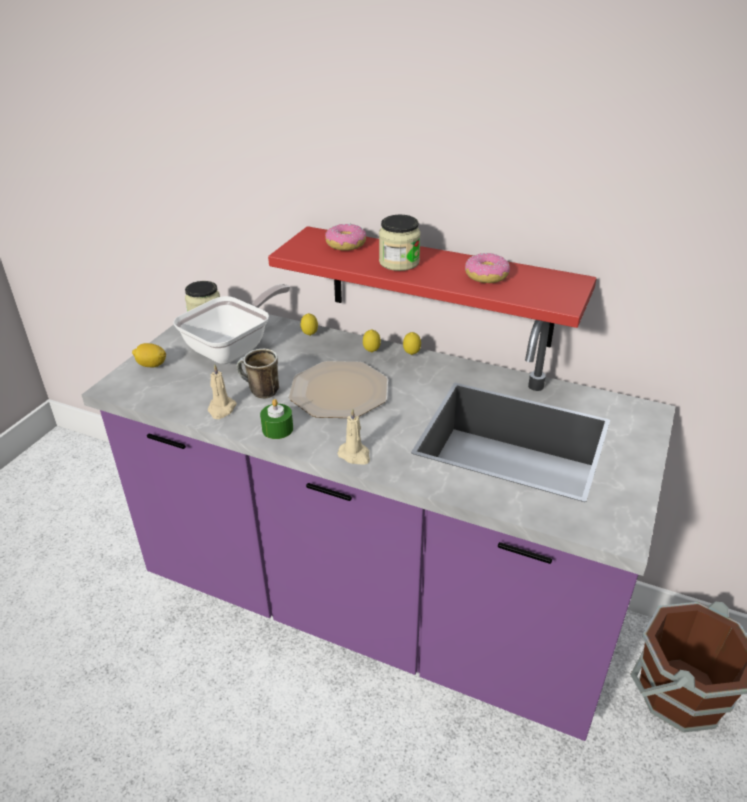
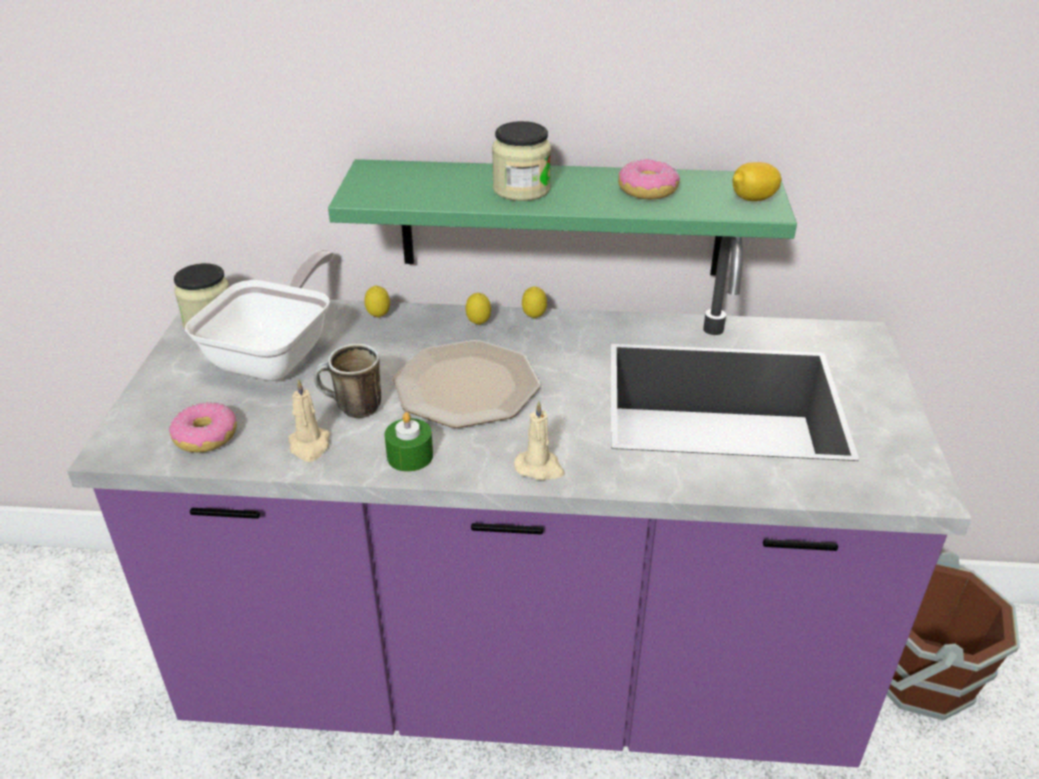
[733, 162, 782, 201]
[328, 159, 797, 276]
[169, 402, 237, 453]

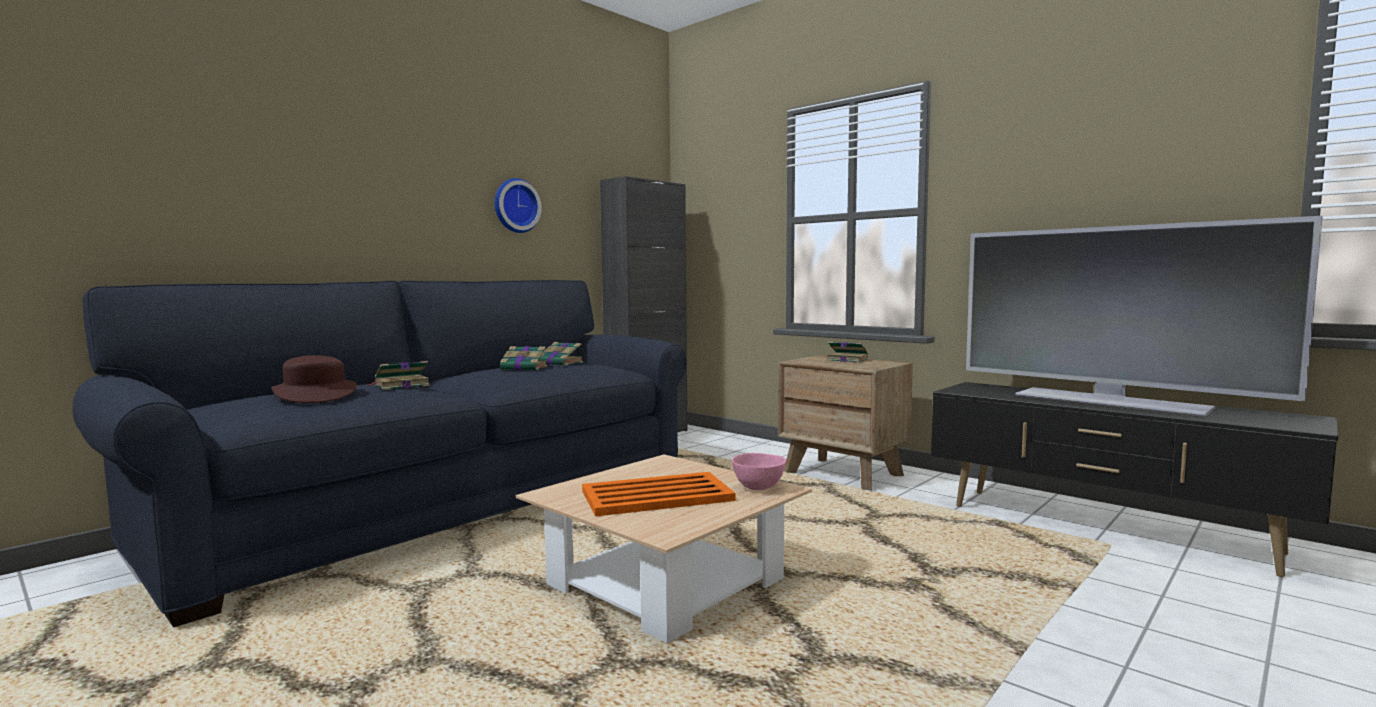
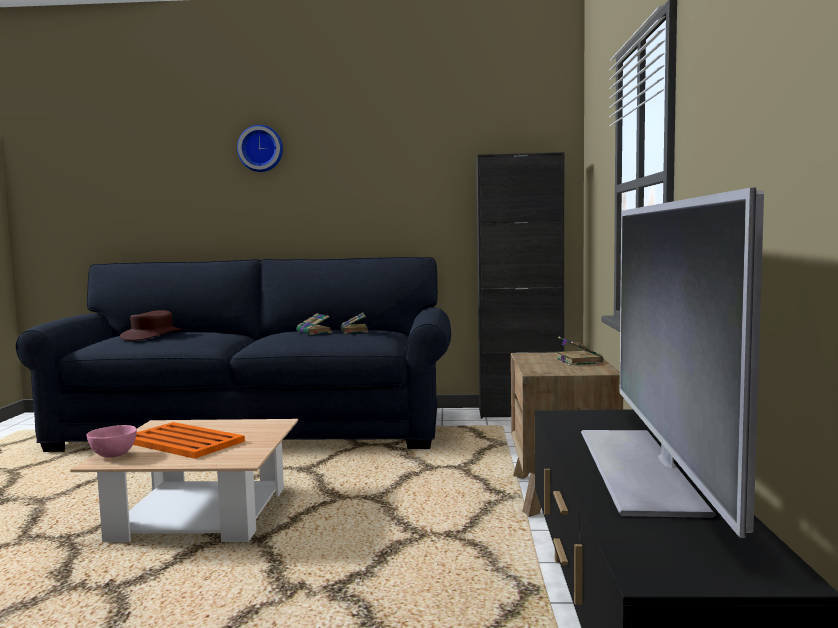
[367, 361, 430, 390] (first image)
[237, 125, 283, 172]
[87, 425, 137, 458]

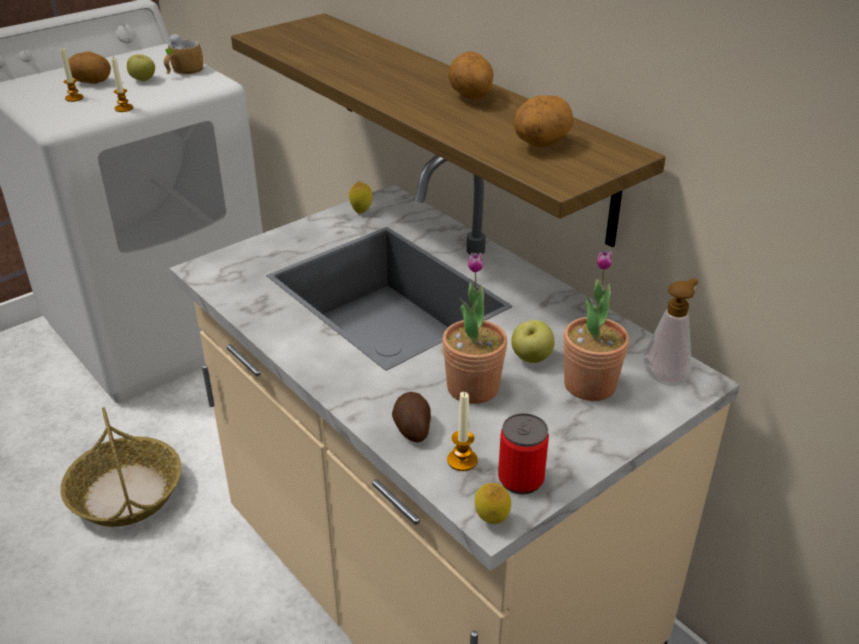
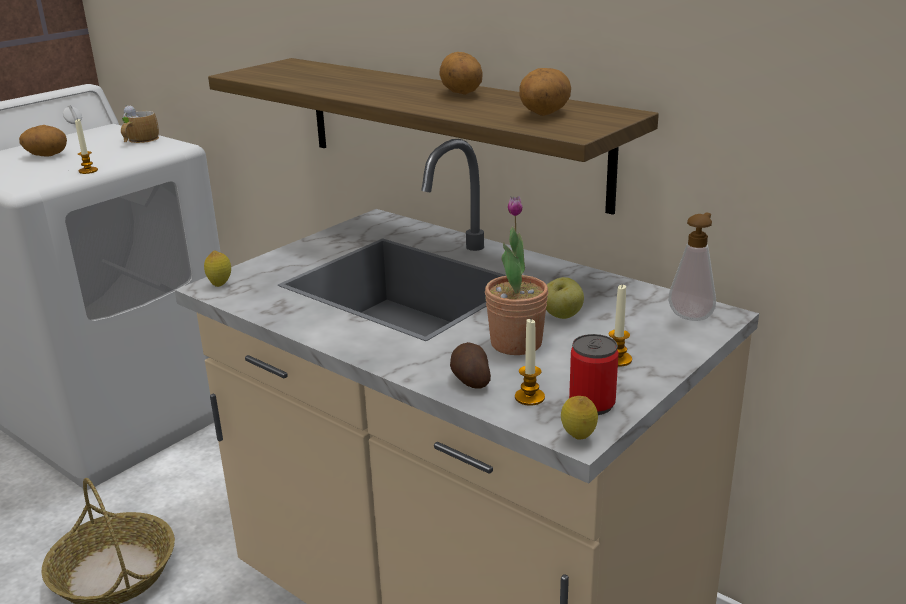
[609, 284, 632, 367]
[127, 54, 155, 81] (first image)
[204, 251, 231, 287]
[563, 249, 629, 401] (first image)

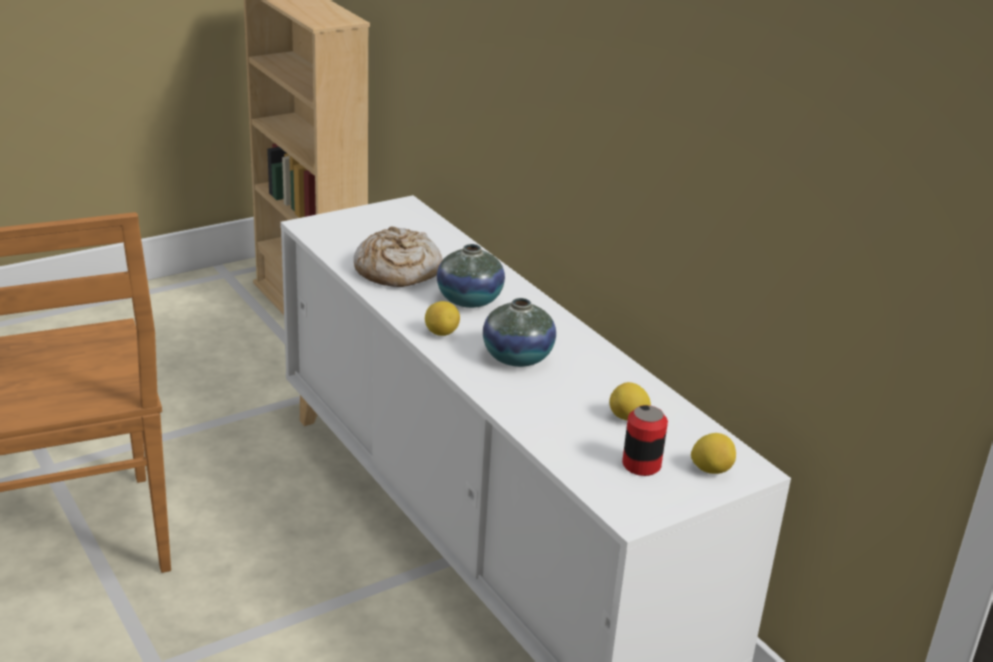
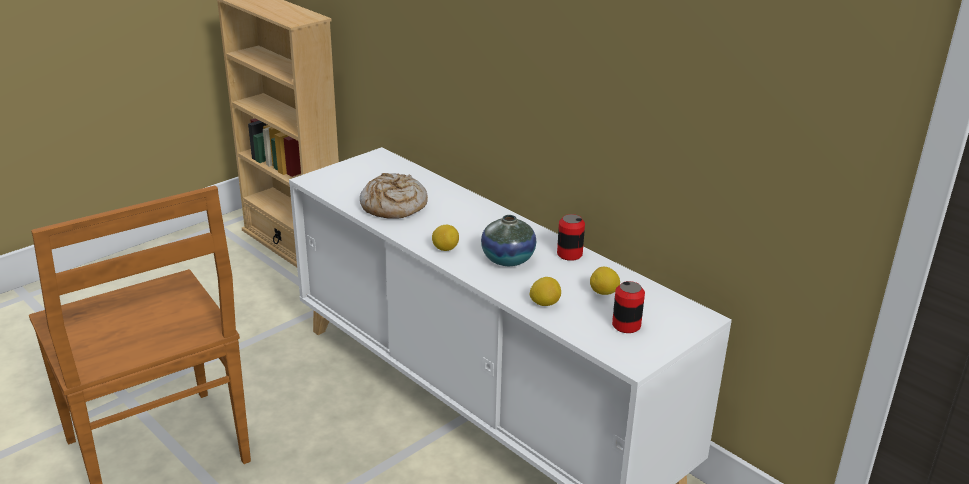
[437, 244, 505, 308] (first image)
[529, 277, 561, 306]
[557, 214, 585, 261]

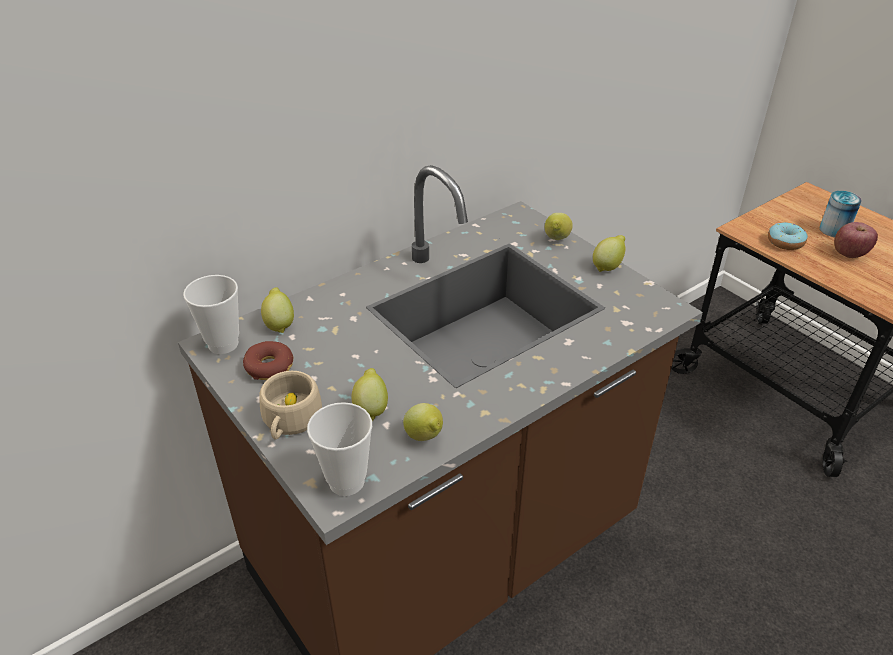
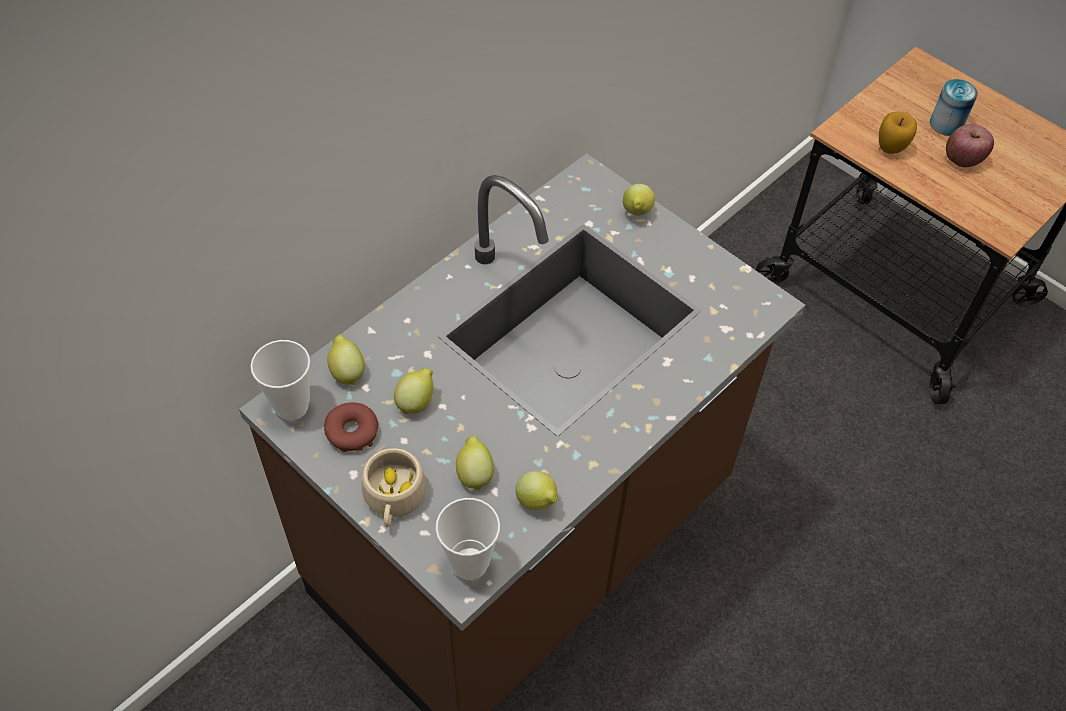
[394, 368, 434, 415]
[879, 112, 917, 154]

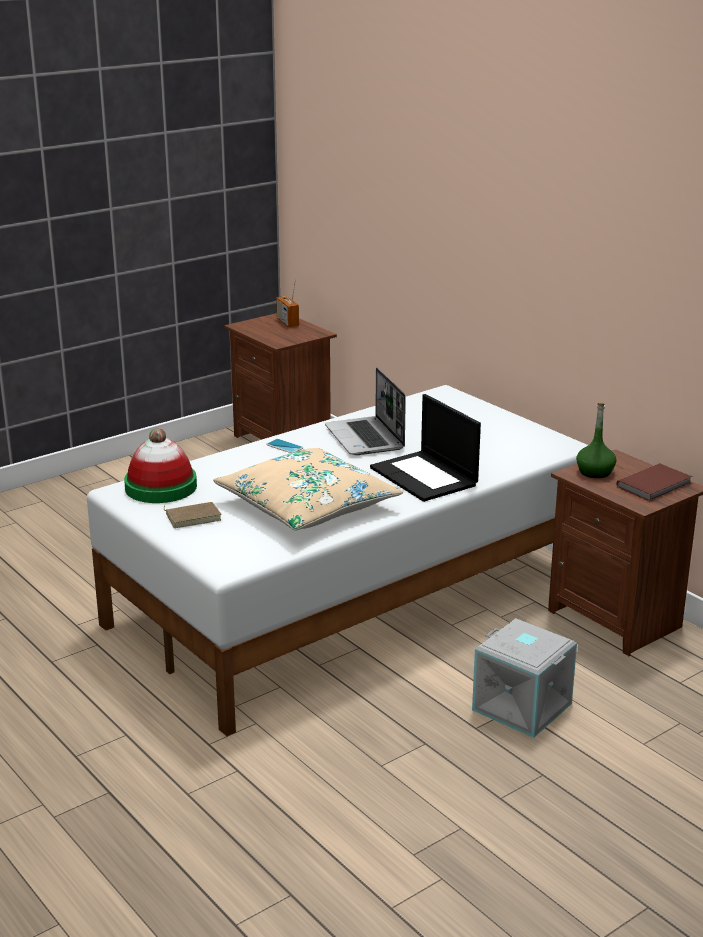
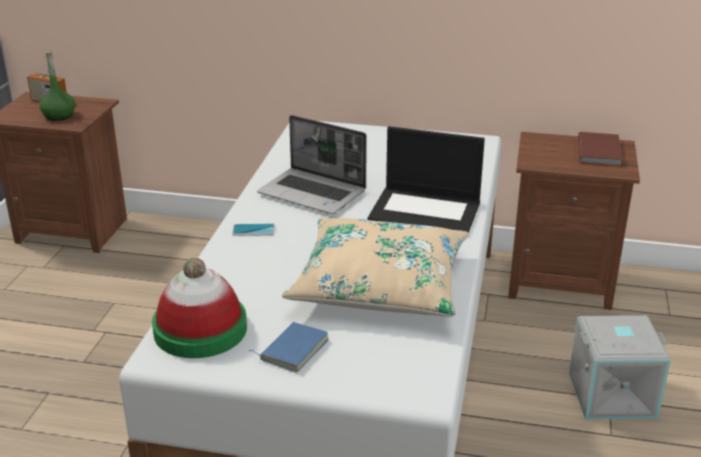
[249, 322, 329, 373]
[39, 52, 75, 121]

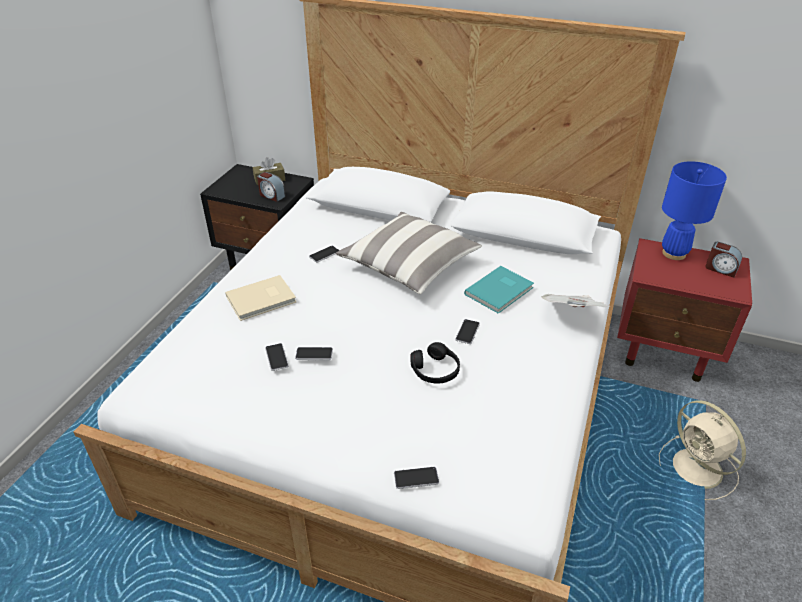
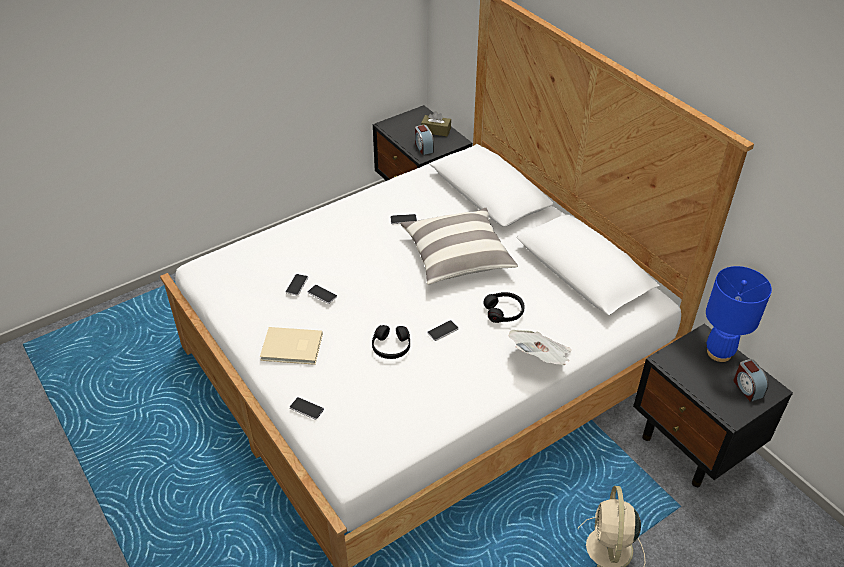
[260, 327, 323, 365]
[483, 292, 525, 323]
[633, 324, 793, 487]

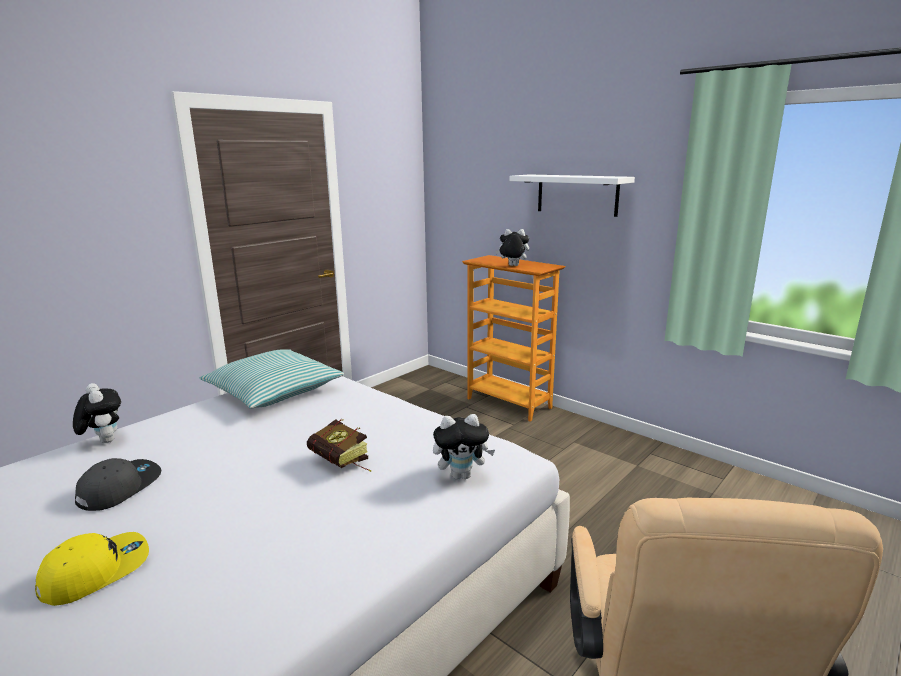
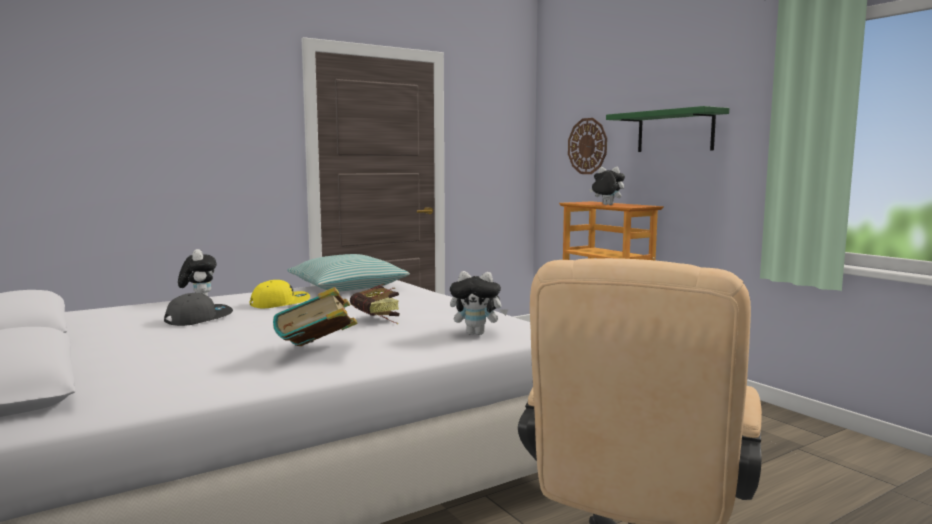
[250, 280, 310, 308]
[606, 106, 729, 152]
[273, 287, 357, 346]
[568, 118, 607, 174]

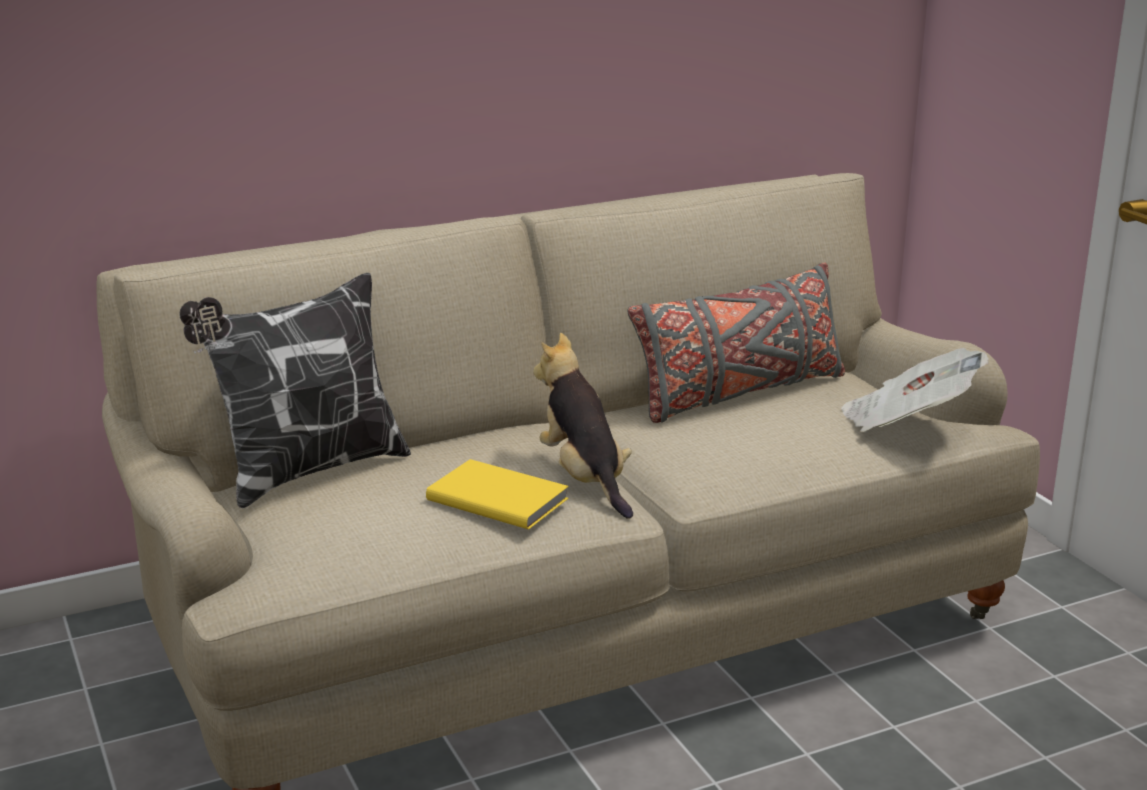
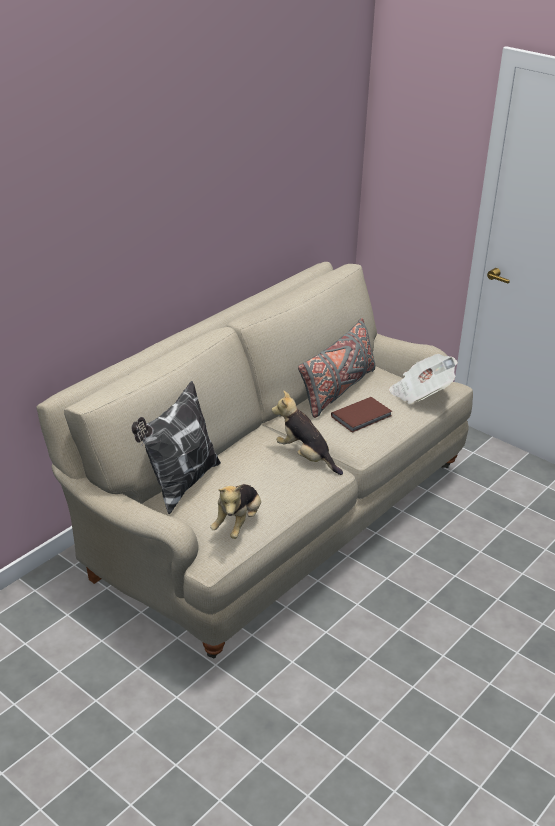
[426, 459, 569, 529] (first image)
[210, 484, 261, 539]
[331, 397, 392, 433]

